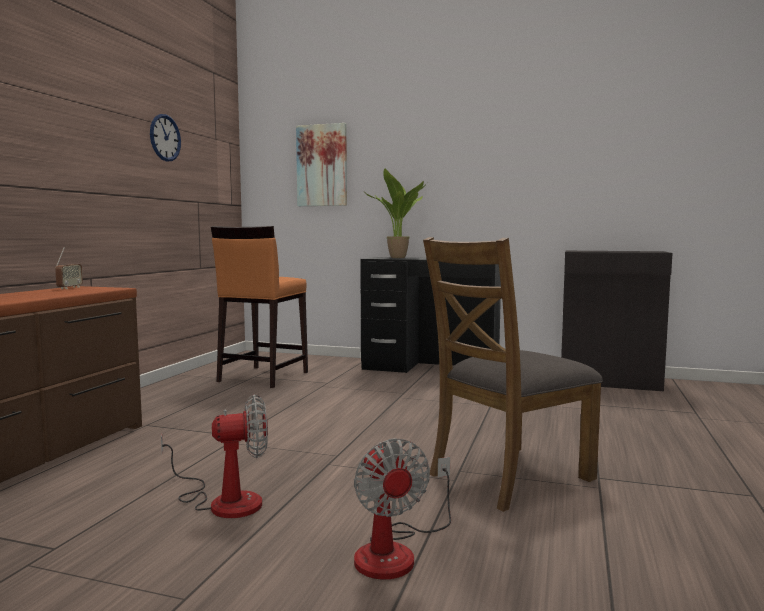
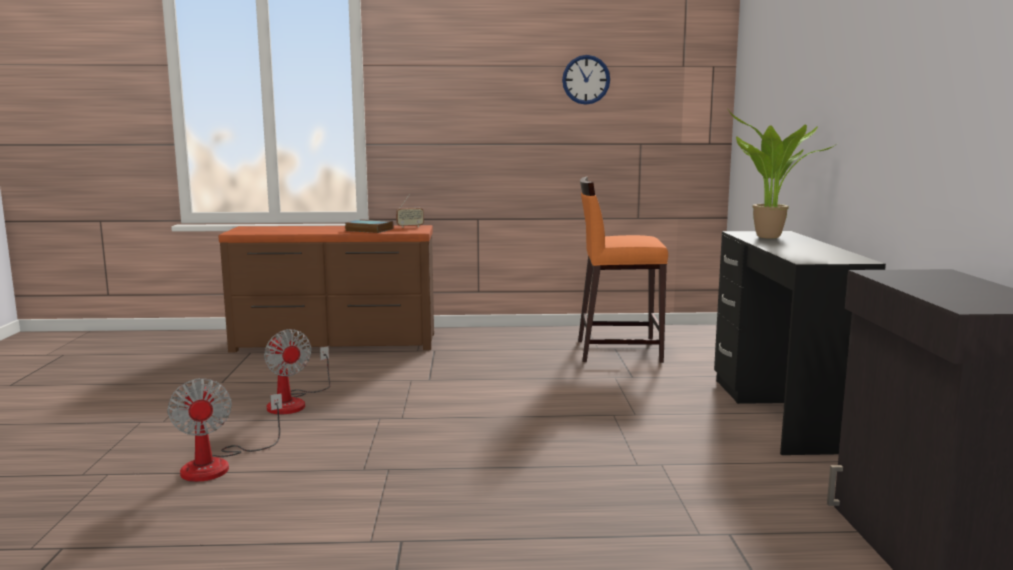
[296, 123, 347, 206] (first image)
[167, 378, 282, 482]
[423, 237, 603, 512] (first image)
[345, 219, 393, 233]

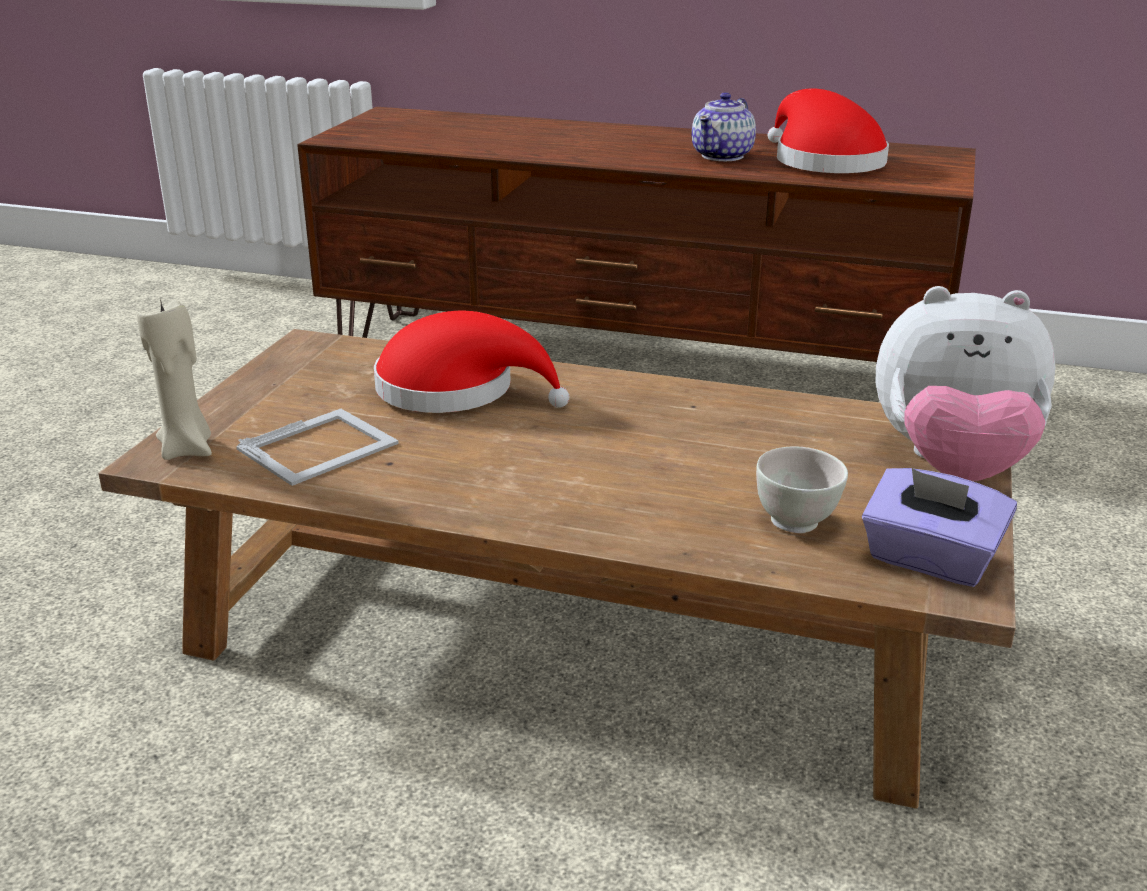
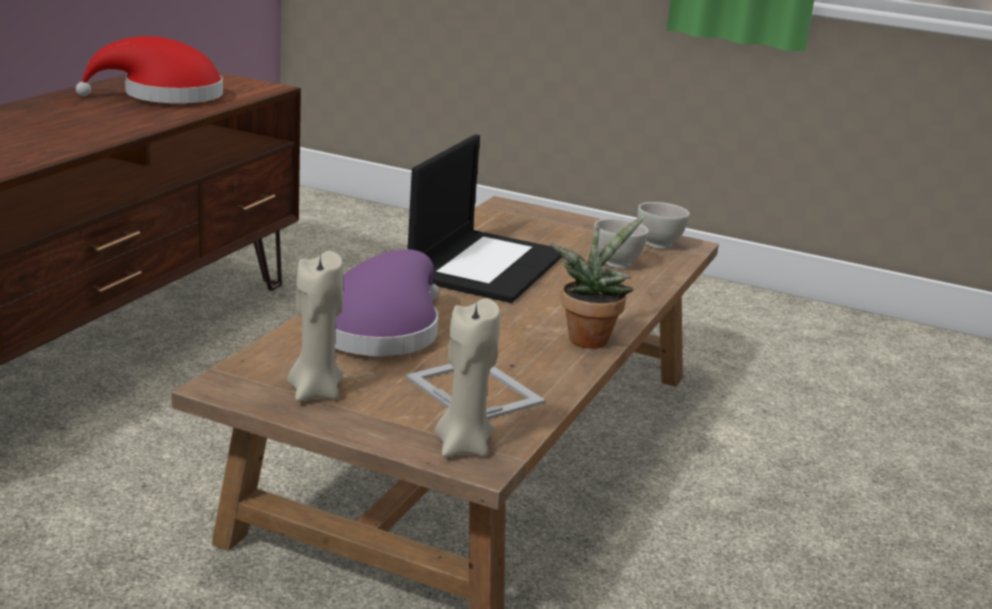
[335, 249, 439, 356]
[692, 92, 756, 161] (first image)
[638, 202, 690, 249]
[875, 286, 1056, 481] (first image)
[288, 251, 343, 401]
[408, 134, 562, 303]
[550, 216, 645, 349]

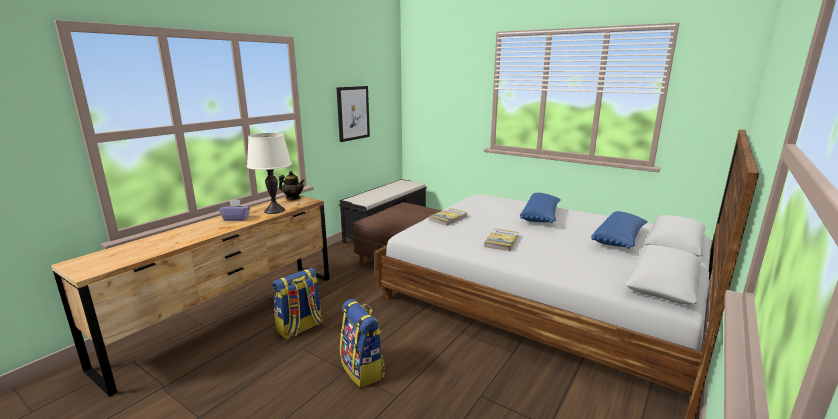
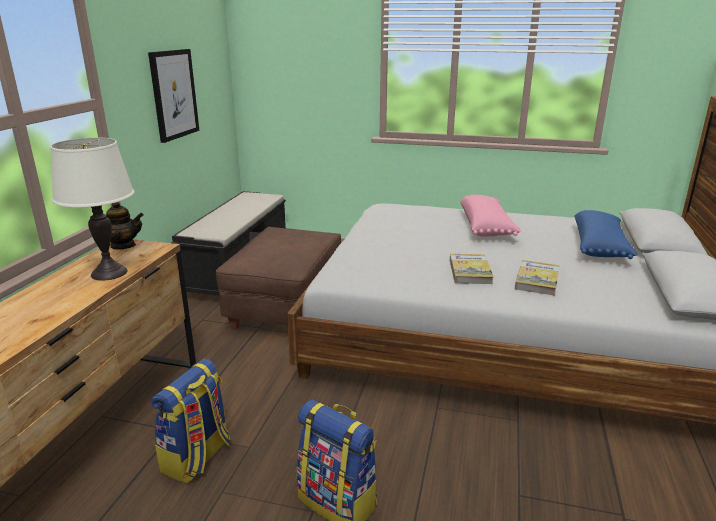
[219, 200, 250, 221] (first image)
[515, 260, 560, 296]
[460, 195, 521, 237]

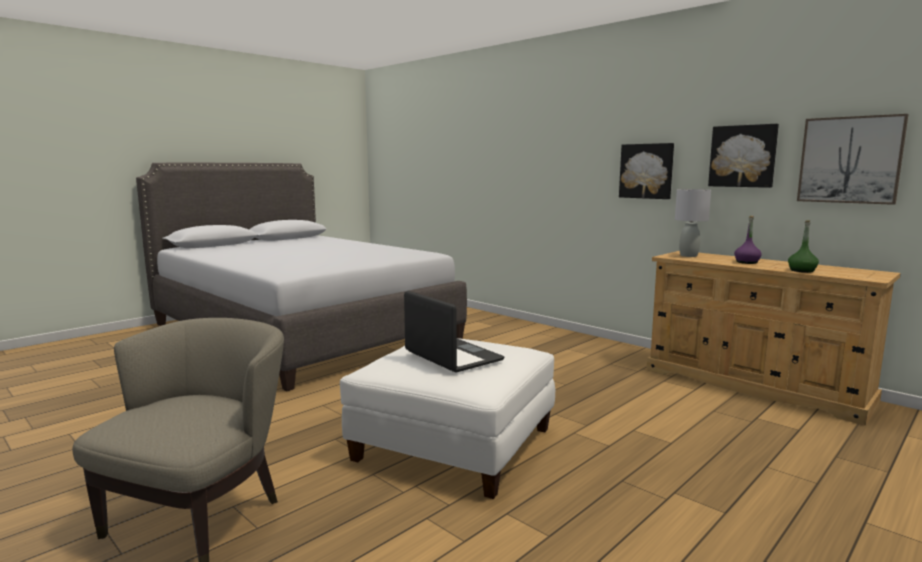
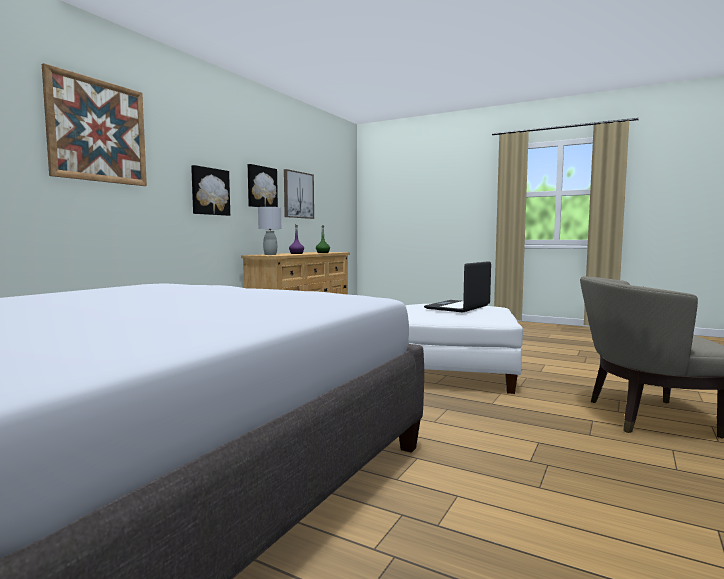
[42, 63, 147, 186]

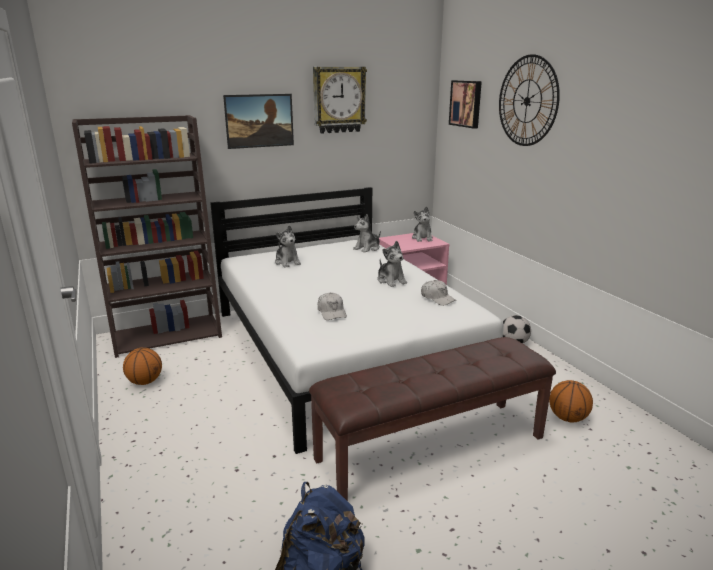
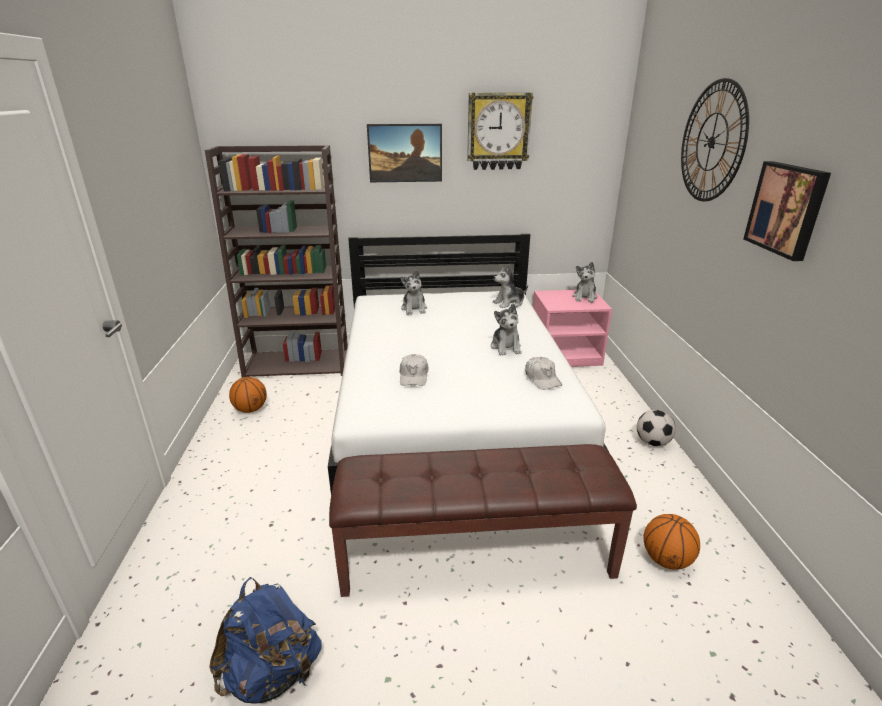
[743, 161, 831, 261]

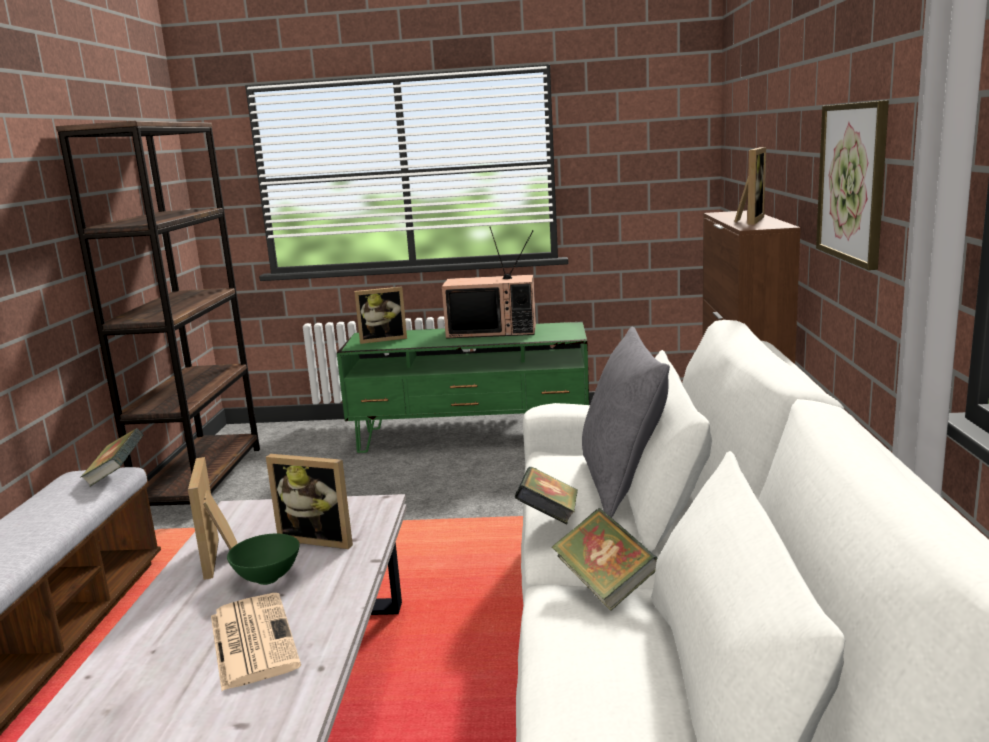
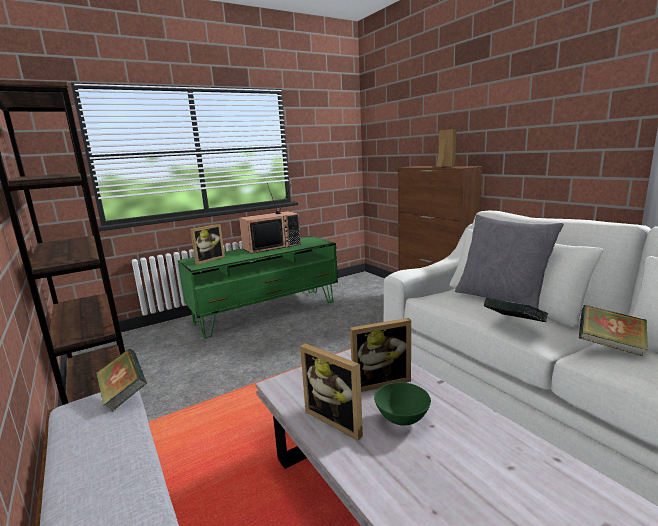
[211, 593, 301, 691] (first image)
[816, 100, 889, 270] (first image)

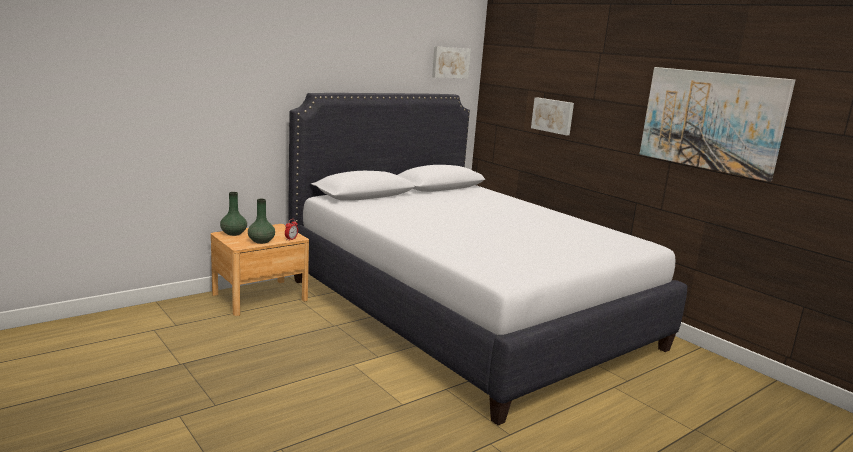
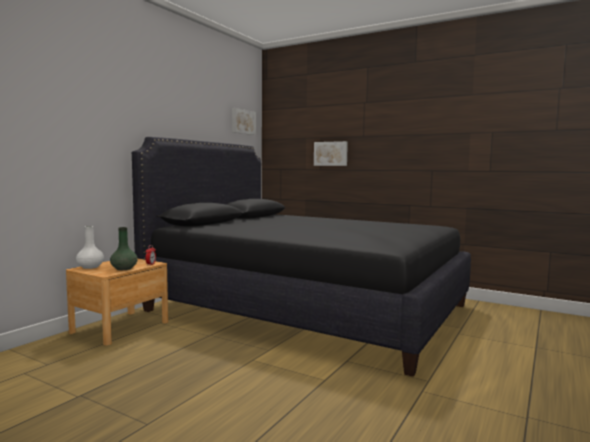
[76, 226, 104, 269]
[132, 137, 471, 377]
[640, 67, 795, 182] (first image)

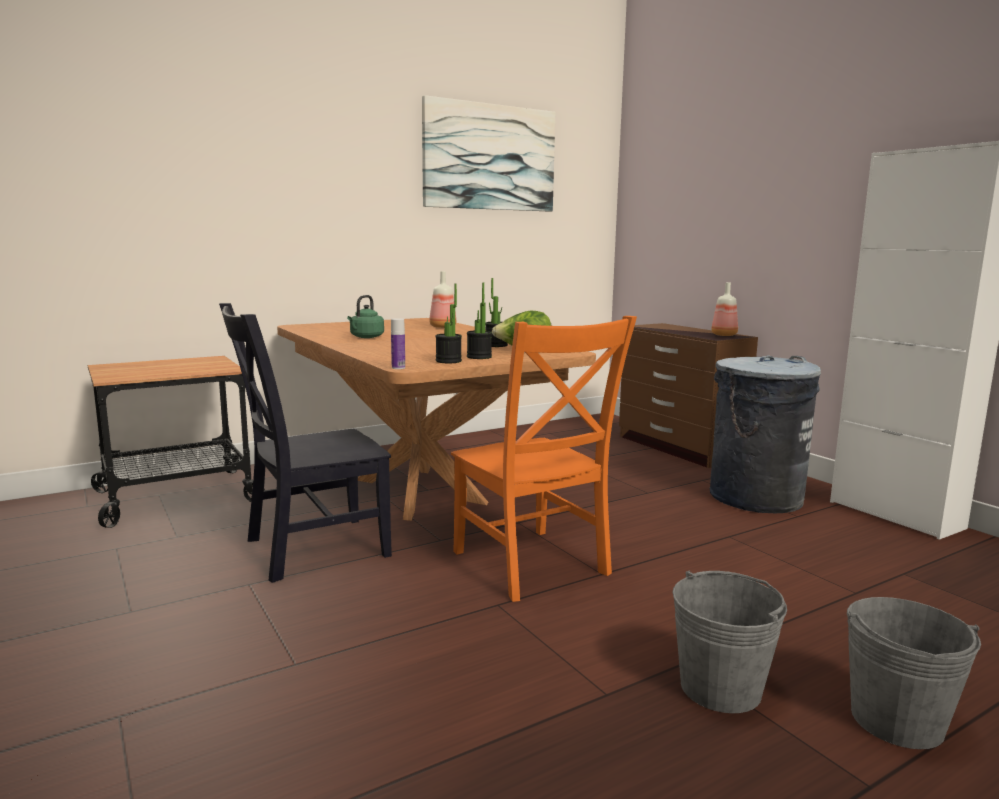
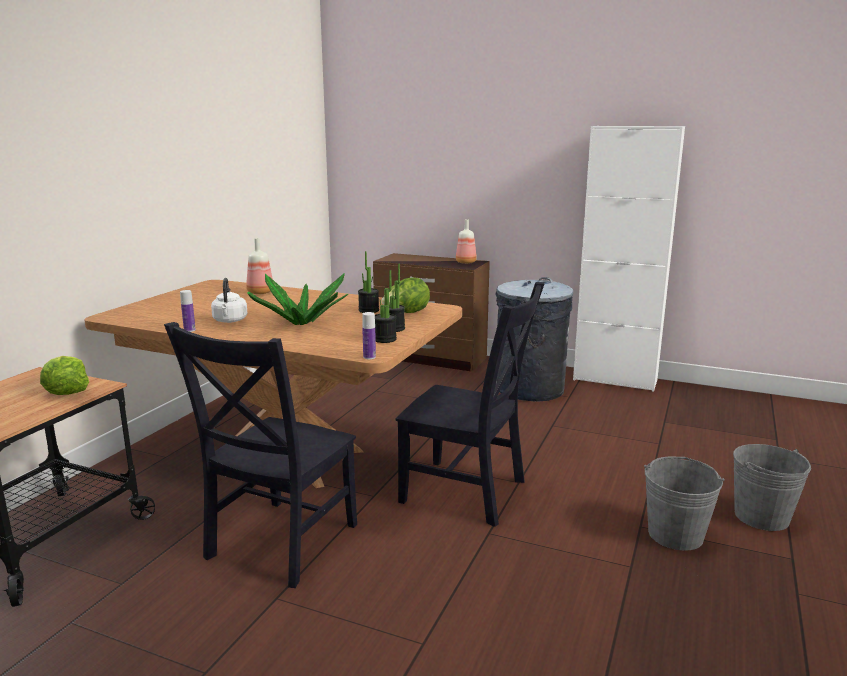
[211, 278, 248, 323]
[422, 95, 555, 212] (first image)
[396, 282, 545, 527]
[40, 356, 89, 395]
[180, 290, 196, 332]
[247, 273, 348, 325]

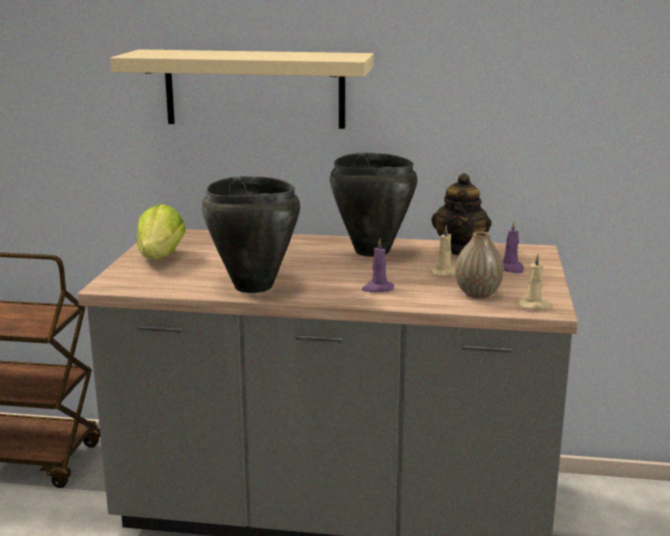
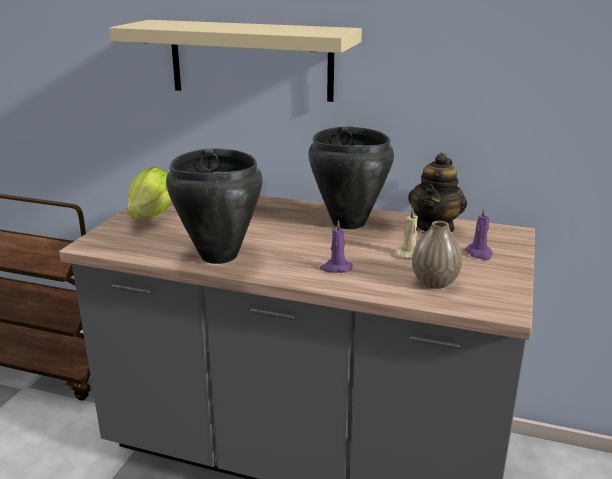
[518, 254, 552, 310] (first image)

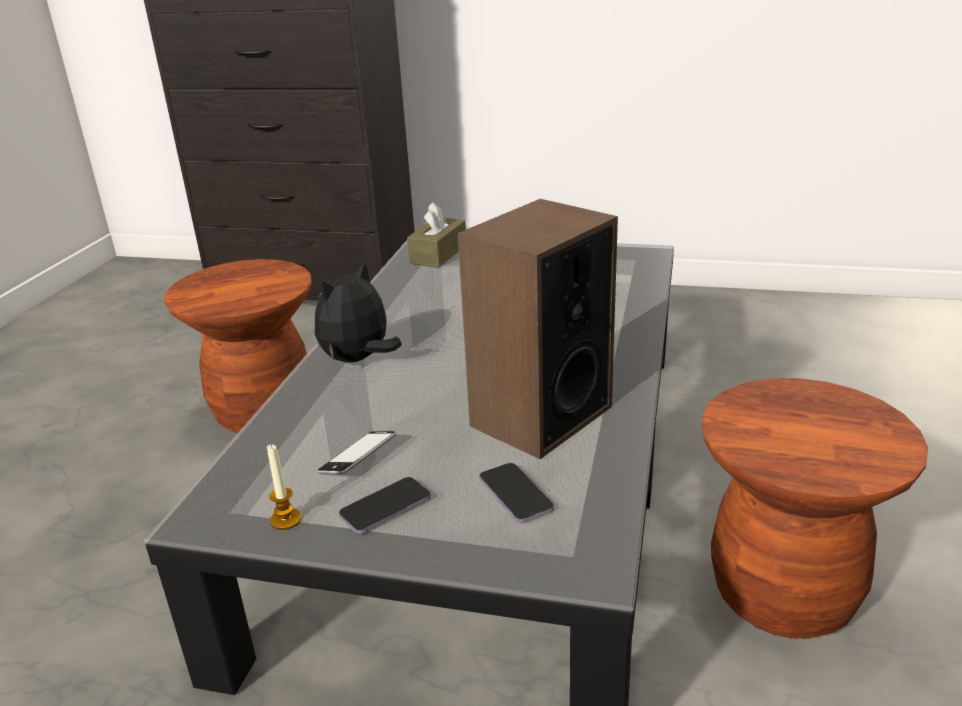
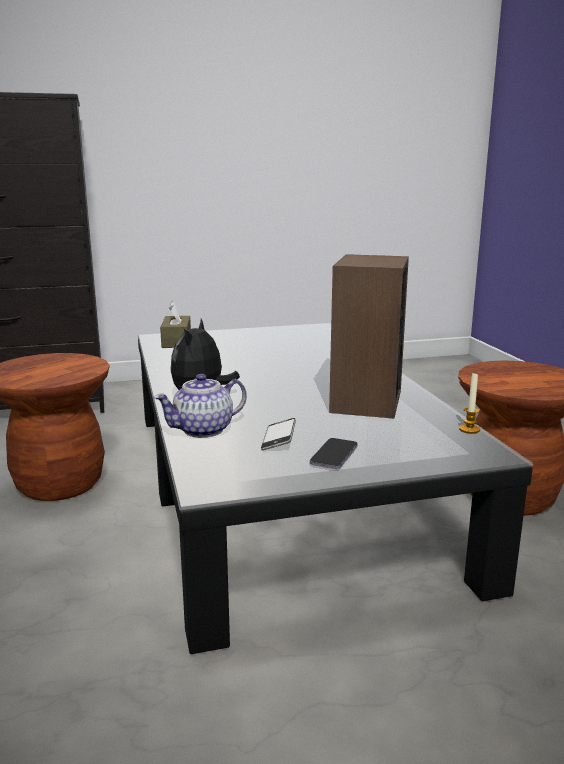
[459, 373, 480, 434]
[480, 463, 554, 523] (first image)
[154, 374, 247, 438]

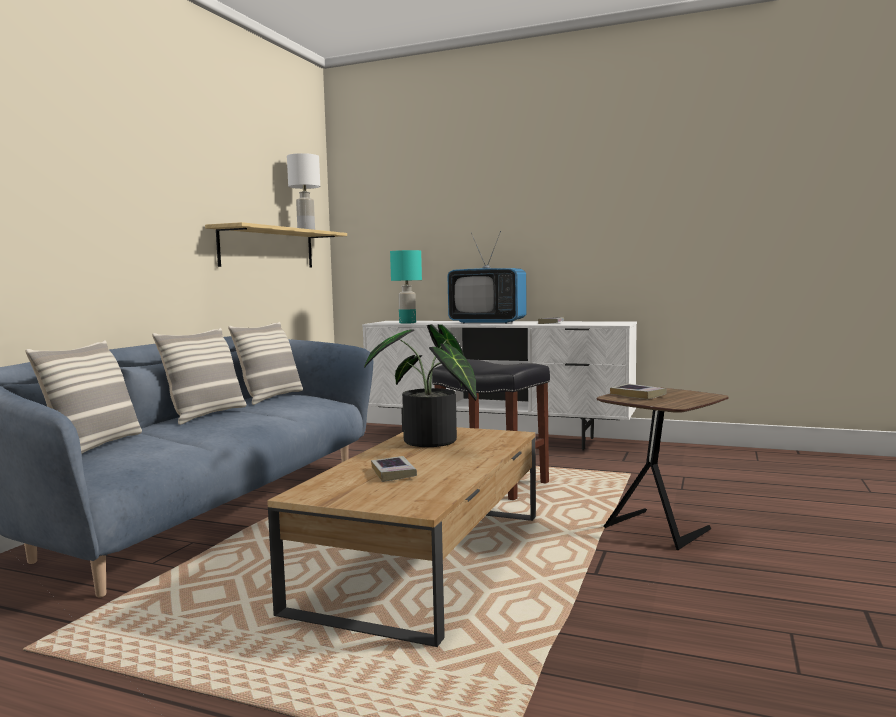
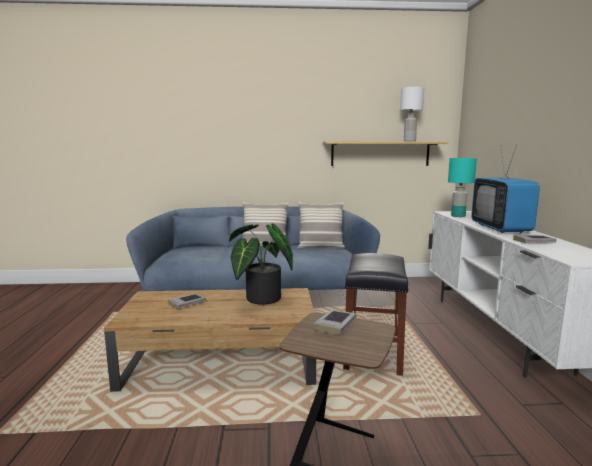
[25, 340, 142, 454] (first image)

